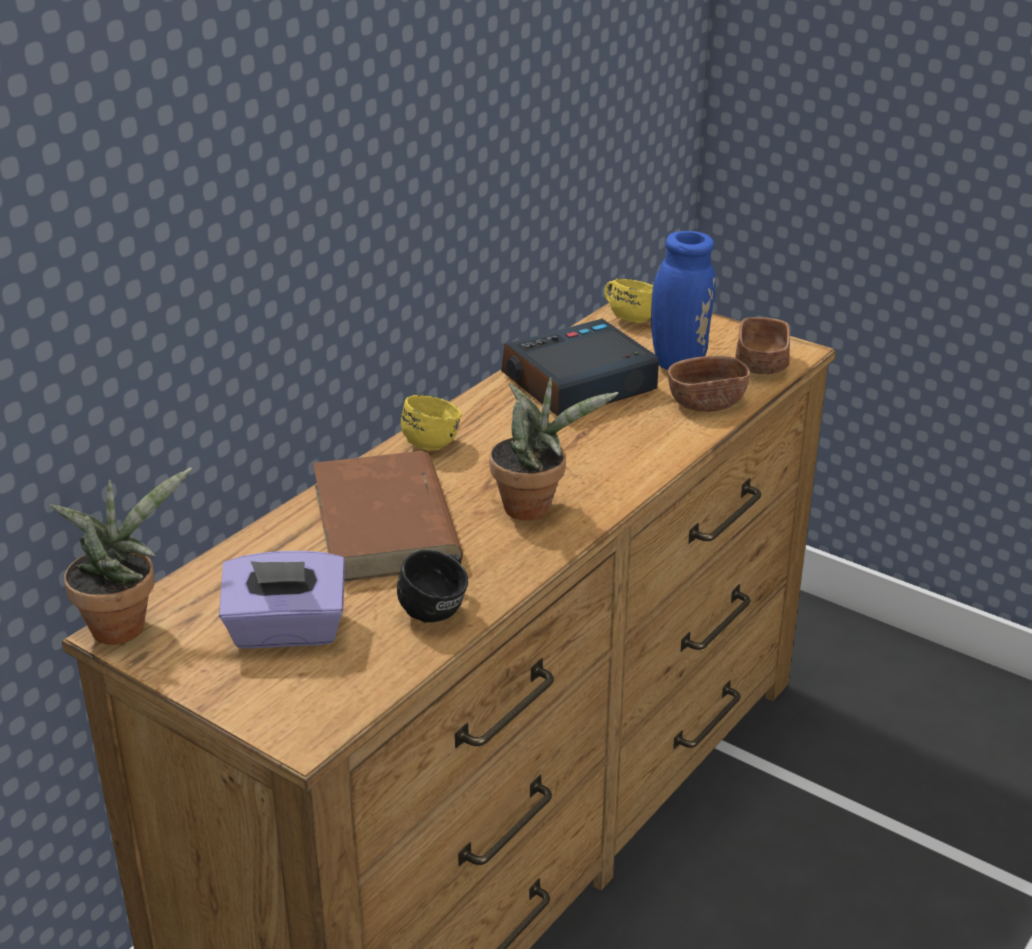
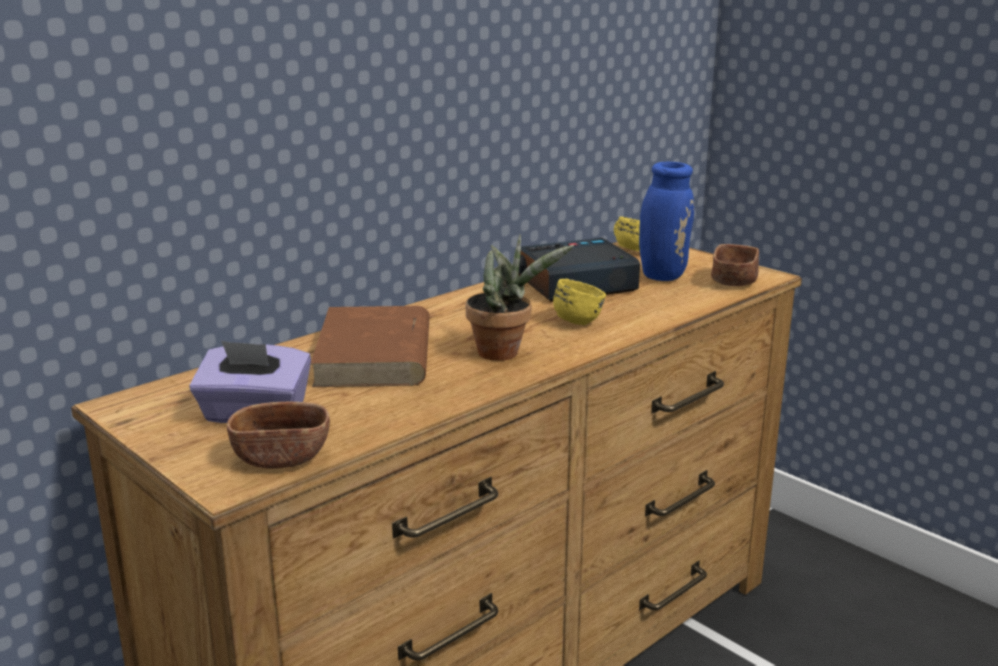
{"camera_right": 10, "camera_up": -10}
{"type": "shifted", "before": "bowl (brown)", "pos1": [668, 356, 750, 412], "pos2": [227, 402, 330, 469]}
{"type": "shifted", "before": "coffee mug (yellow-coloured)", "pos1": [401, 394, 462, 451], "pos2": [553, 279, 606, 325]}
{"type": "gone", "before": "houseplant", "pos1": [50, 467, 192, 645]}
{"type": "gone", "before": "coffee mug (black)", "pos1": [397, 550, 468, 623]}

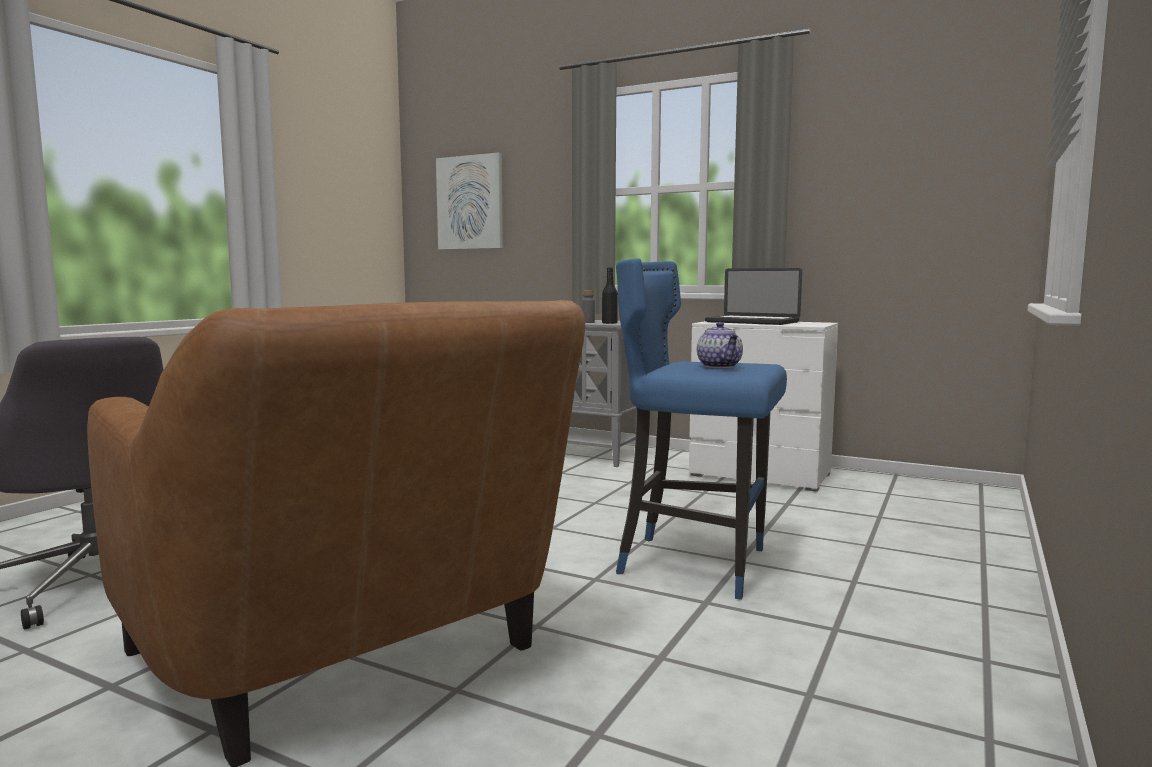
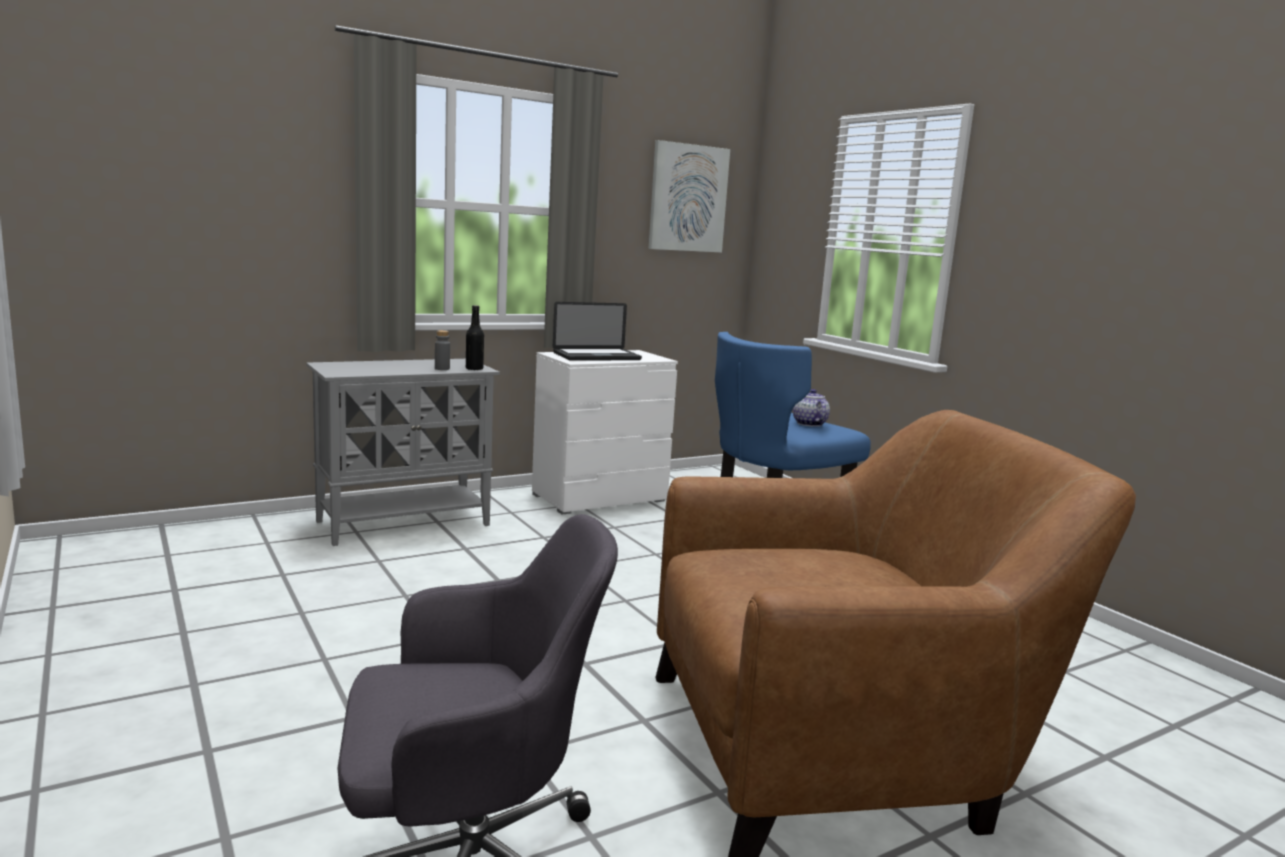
{"camera_right": -60, "camera_up": 5}
{"type": "shifted", "before": "wall art", "pos1": [436, 152, 503, 250], "pos2": [648, 140, 730, 253]}
{"type": "rotated", "before": "tea pot", "pos1": [697, 322, 743, 368], "pos2": [793, 389, 830, 427], "turn": -120}

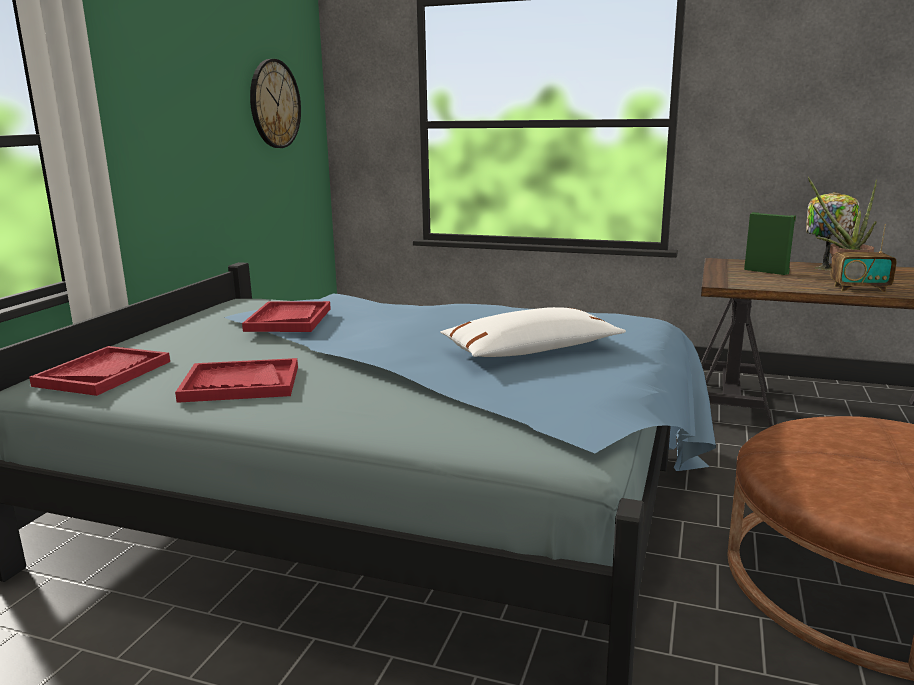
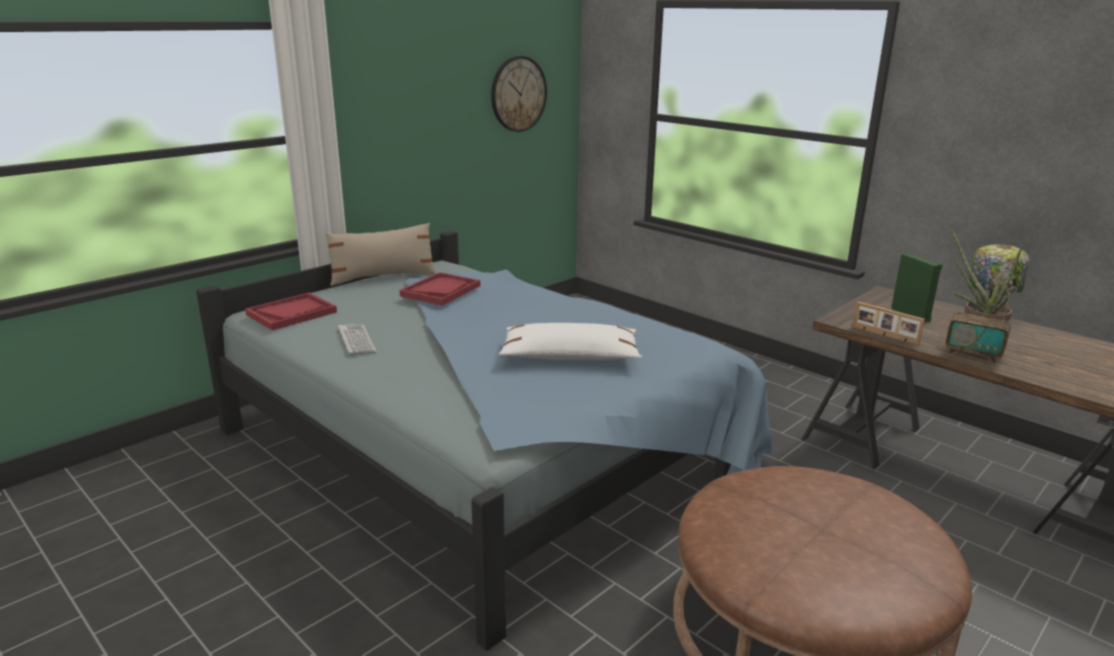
{"camera_right": 25, "camera_up": 5}
{"type": "swapped", "before": "serving tray (red)", "after": "computer keyboard", "pos1": [175, 358, 298, 403], "pos2": [338, 324, 377, 355]}
{"type": "new", "after": "pillow (beige)", "pos2": [325, 223, 436, 286]}
{"type": "new", "after": "photo frame", "pos2": [852, 301, 925, 345]}

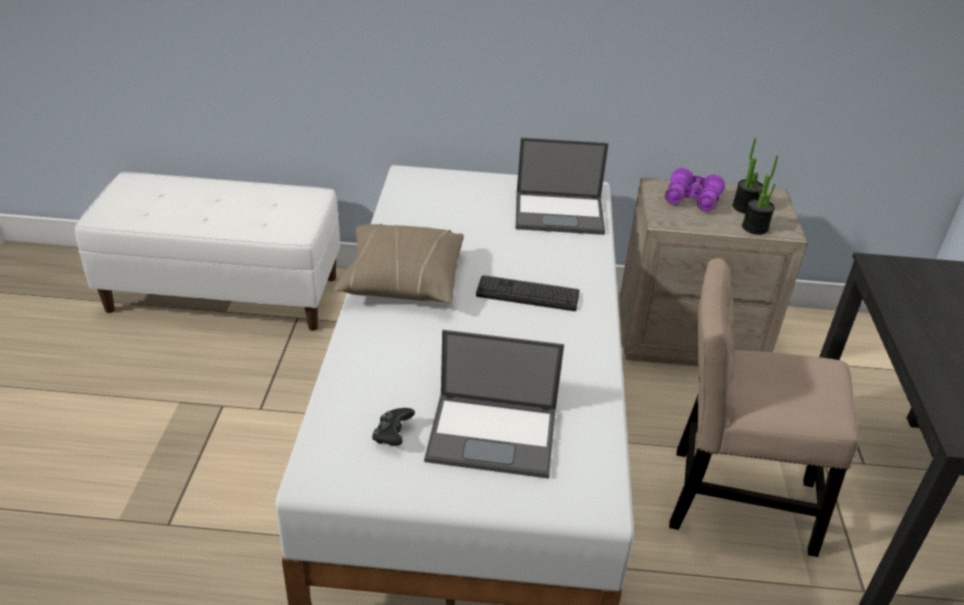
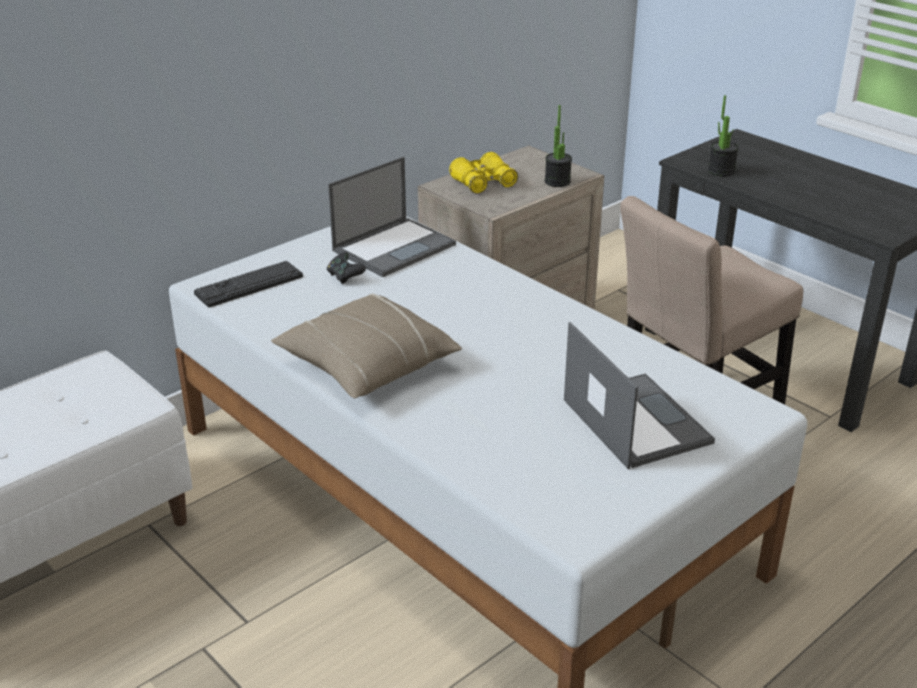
{"camera_right": -45, "camera_up": -5}
{"type": "shifted", "before": "houseplant", "pos1": [733, 138, 763, 213], "pos2": [708, 95, 739, 177]}
{"type": "repainted", "before": "field glasses (purple-coloured)", "after": "field glasses (yellow-coloured)", "pos1": [665, 168, 725, 212], "pos2": [449, 152, 518, 194]}
{"type": "shifted", "before": "computer keyboard", "pos1": [476, 275, 580, 311], "pos2": [194, 261, 303, 307]}
{"type": "rotated", "before": "notebook computer", "pos1": [424, 330, 564, 479], "pos2": [564, 322, 715, 469], "turn": -75}
{"type": "shifted", "before": "gamepad (black)", "pos1": [372, 408, 415, 446], "pos2": [327, 252, 366, 284]}

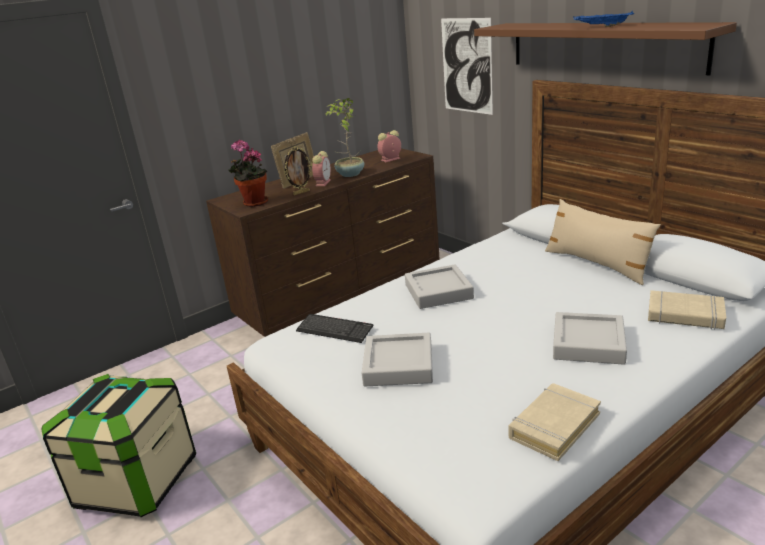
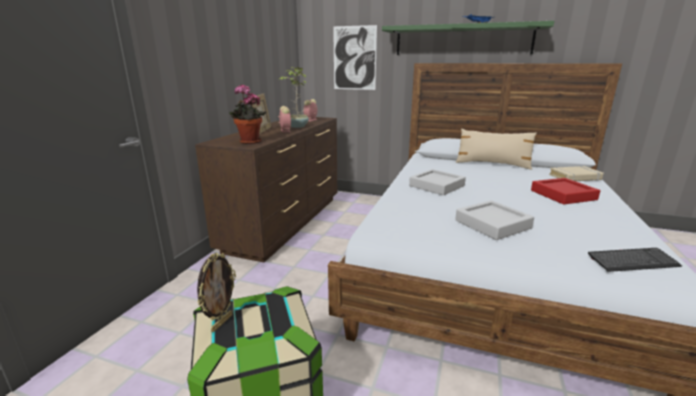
{"camera_right": -35, "camera_up": -5}
{"type": "repainted", "before": "shelf (brown)", "after": "shelf (greenish)", "pos1": [474, 22, 737, 76], "pos2": [382, 21, 554, 55]}
{"type": "shifted", "before": "photo frame", "pos1": [284, 146, 312, 195], "pos2": [197, 253, 236, 332]}
{"type": "repainted", "before": "serving tray (gray)", "after": "serving tray (red)", "pos1": [553, 312, 627, 365], "pos2": [531, 178, 600, 205]}
{"type": "shifted", "before": "computer keyboard", "pos1": [296, 314, 373, 343], "pos2": [588, 248, 682, 272]}
{"type": "gone", "before": "bound book (beige)", "pos1": [508, 383, 601, 461]}

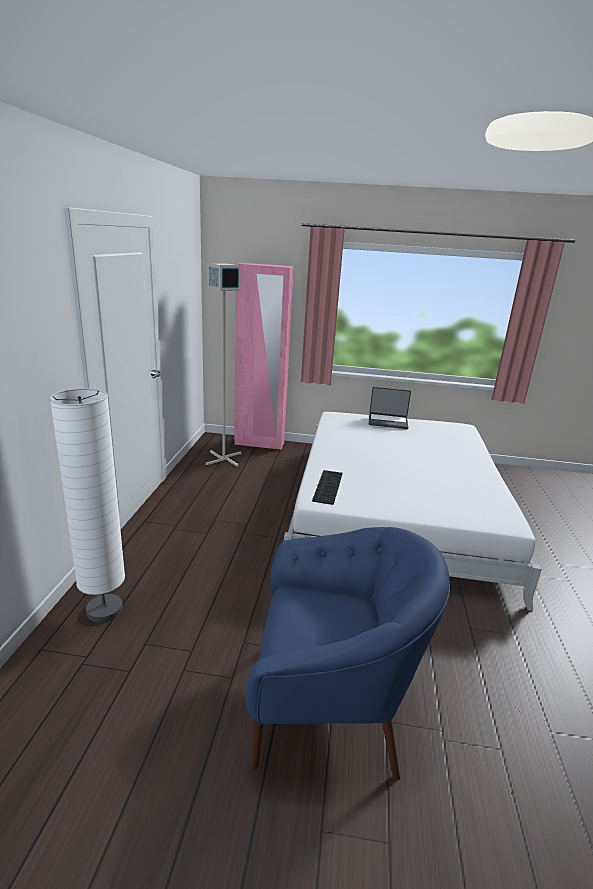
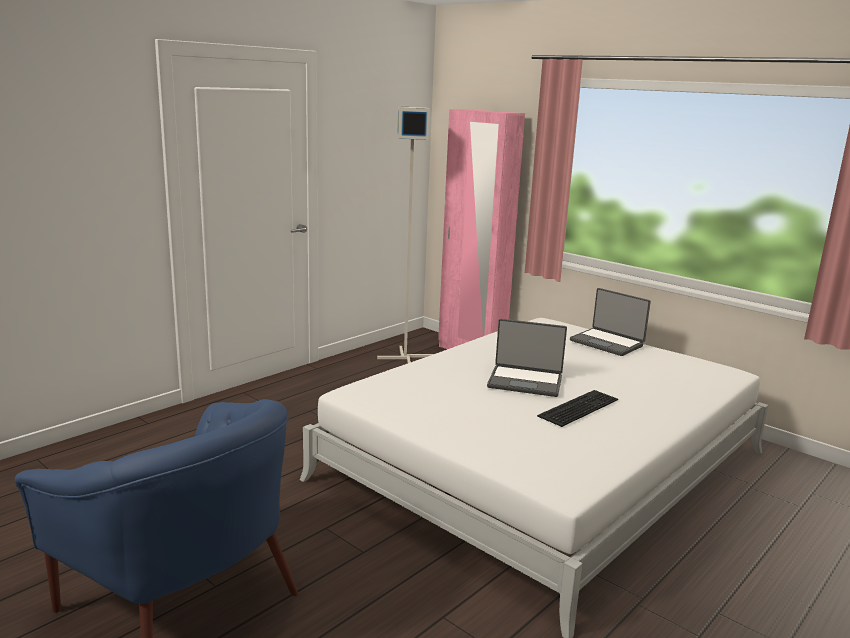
{"camera_right": 35, "camera_up": -5}
{"type": "gone", "before": "standing lamp (whitish)", "pos1": [49, 388, 125, 622]}
{"type": "shifted", "before": "computer keyboard", "pos1": [312, 470, 343, 505], "pos2": [537, 390, 618, 427]}
{"type": "new", "after": "notebook computer", "pos2": [487, 319, 567, 397]}

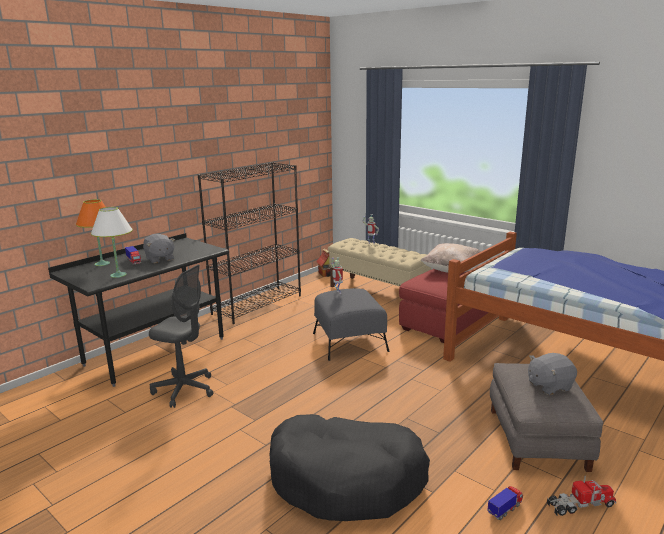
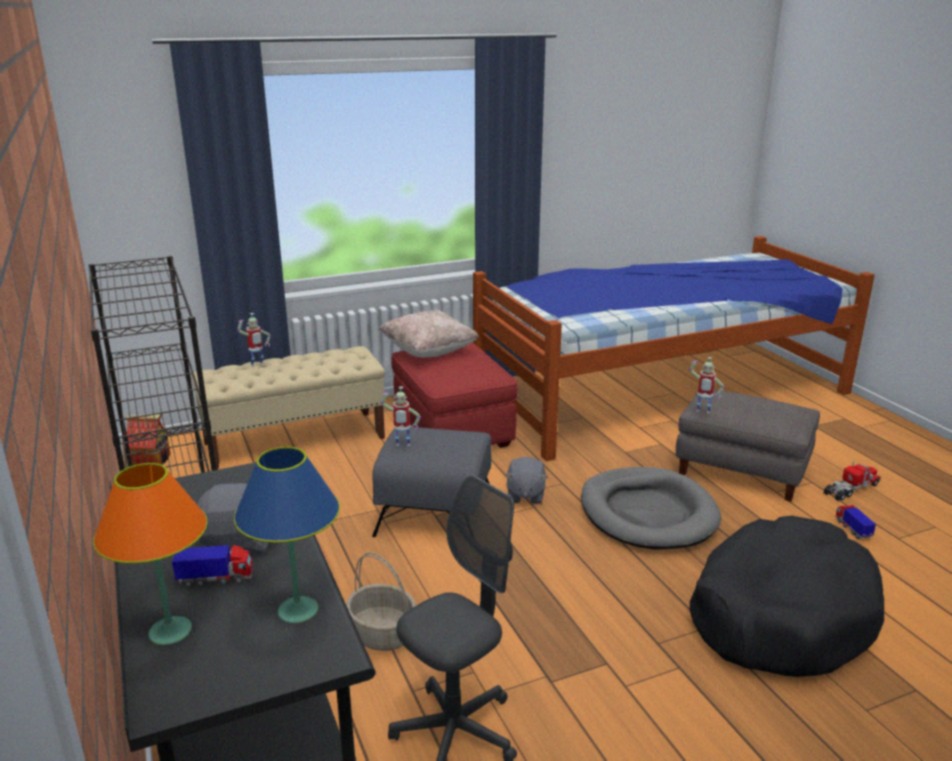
{"camera_right": -65, "camera_up": 5}
{"type": "repainted", "before": "tabletop lamp (whitish)", "after": "tabletop lamp (blue-coloured)", "pos1": [91, 207, 133, 278], "pos2": [234, 447, 340, 623]}
{"type": "shifted", "before": "soft toy (gray)", "pos1": [528, 353, 577, 395], "pos2": [504, 457, 548, 504]}
{"type": "rotated", "before": "toy truck", "pos1": [547, 476, 617, 516], "pos2": [824, 460, 881, 501], "turn": 45}
{"type": "new", "after": "robot figure", "pos2": [689, 357, 725, 413]}
{"type": "new", "after": "dog cushion (gray)", "pos2": [581, 467, 721, 550]}
{"type": "new", "after": "storage basket", "pos2": [346, 552, 416, 651]}

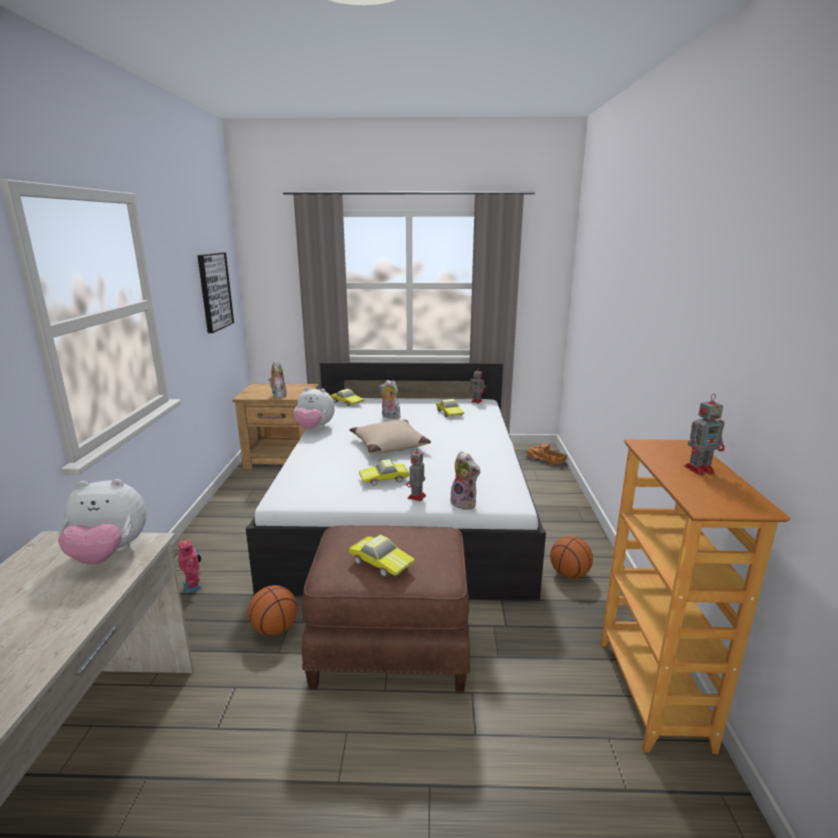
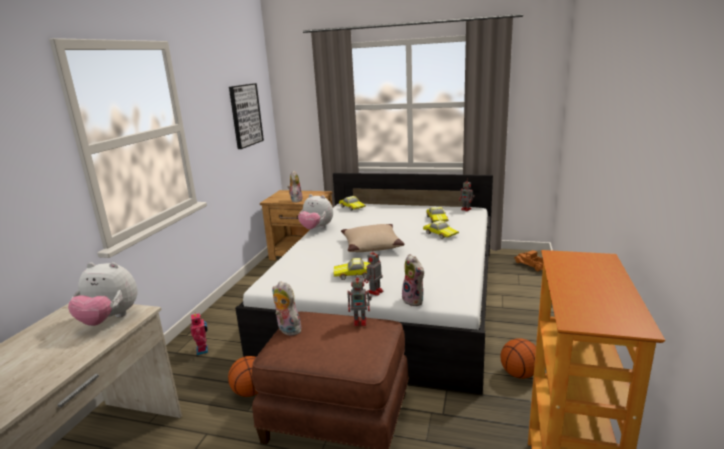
{"camera_right": 15, "camera_up": 0}
{"type": "shifted", "before": "soft toy", "pos1": [379, 380, 401, 420], "pos2": [272, 281, 301, 336]}
{"type": "shifted", "before": "robot figure", "pos1": [684, 394, 725, 475], "pos2": [347, 274, 372, 326]}
{"type": "shifted", "before": "toy car", "pos1": [349, 535, 415, 577], "pos2": [423, 220, 459, 239]}

